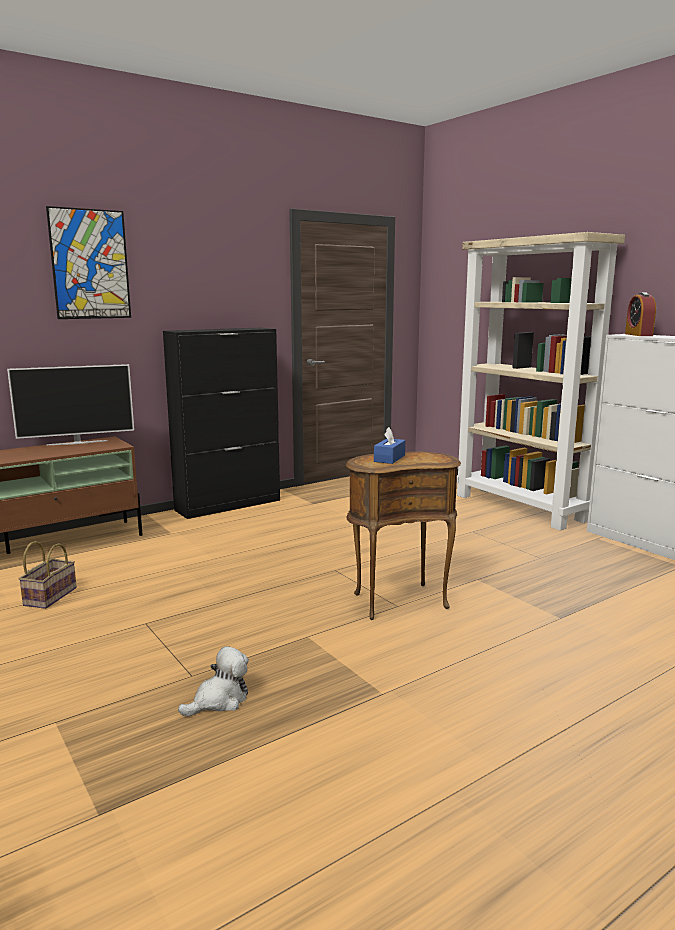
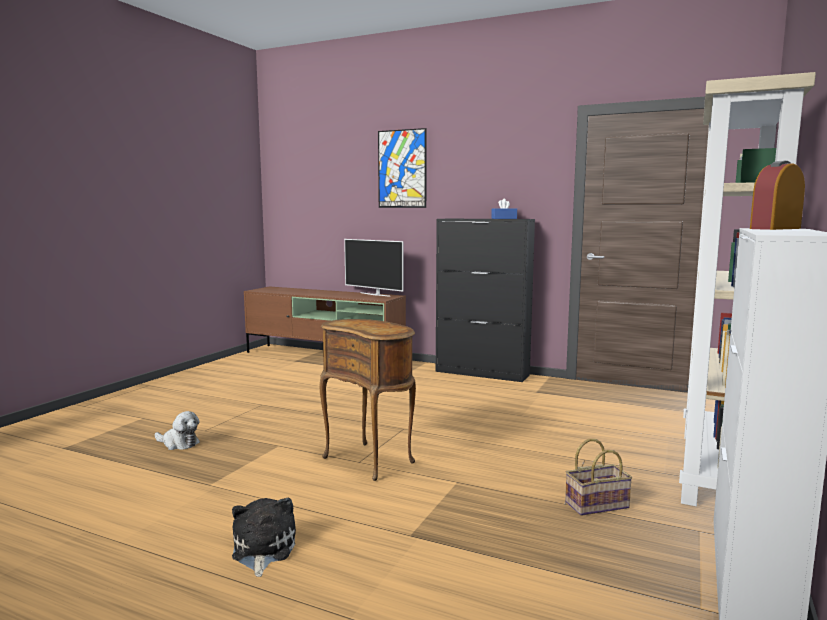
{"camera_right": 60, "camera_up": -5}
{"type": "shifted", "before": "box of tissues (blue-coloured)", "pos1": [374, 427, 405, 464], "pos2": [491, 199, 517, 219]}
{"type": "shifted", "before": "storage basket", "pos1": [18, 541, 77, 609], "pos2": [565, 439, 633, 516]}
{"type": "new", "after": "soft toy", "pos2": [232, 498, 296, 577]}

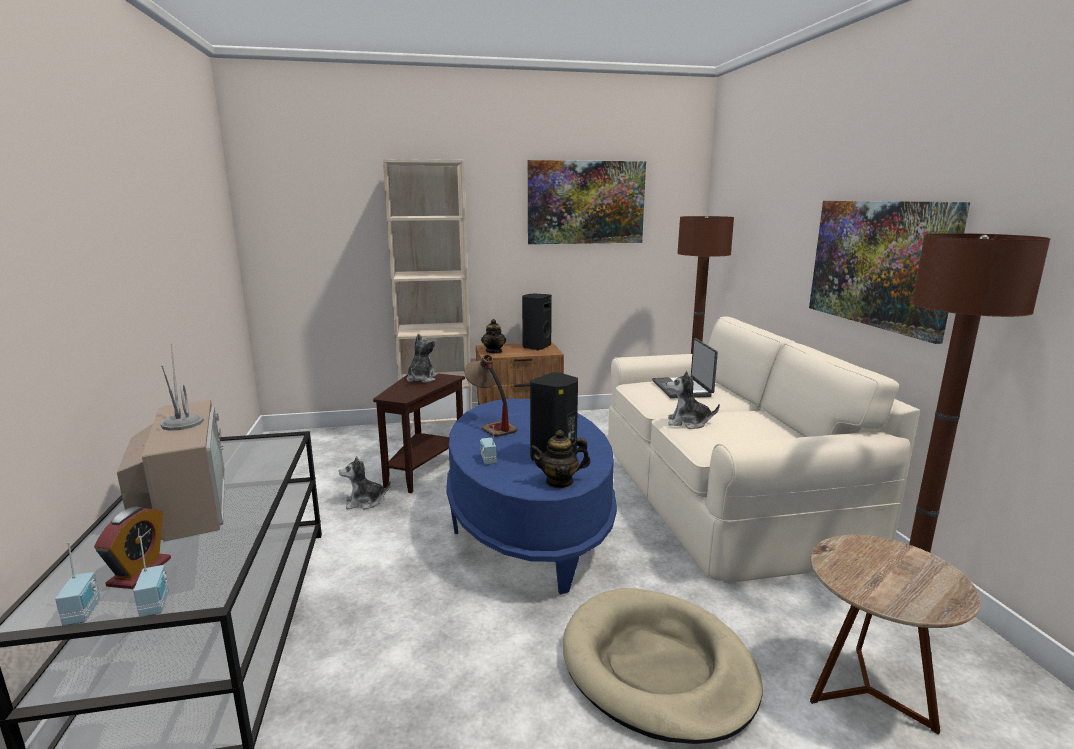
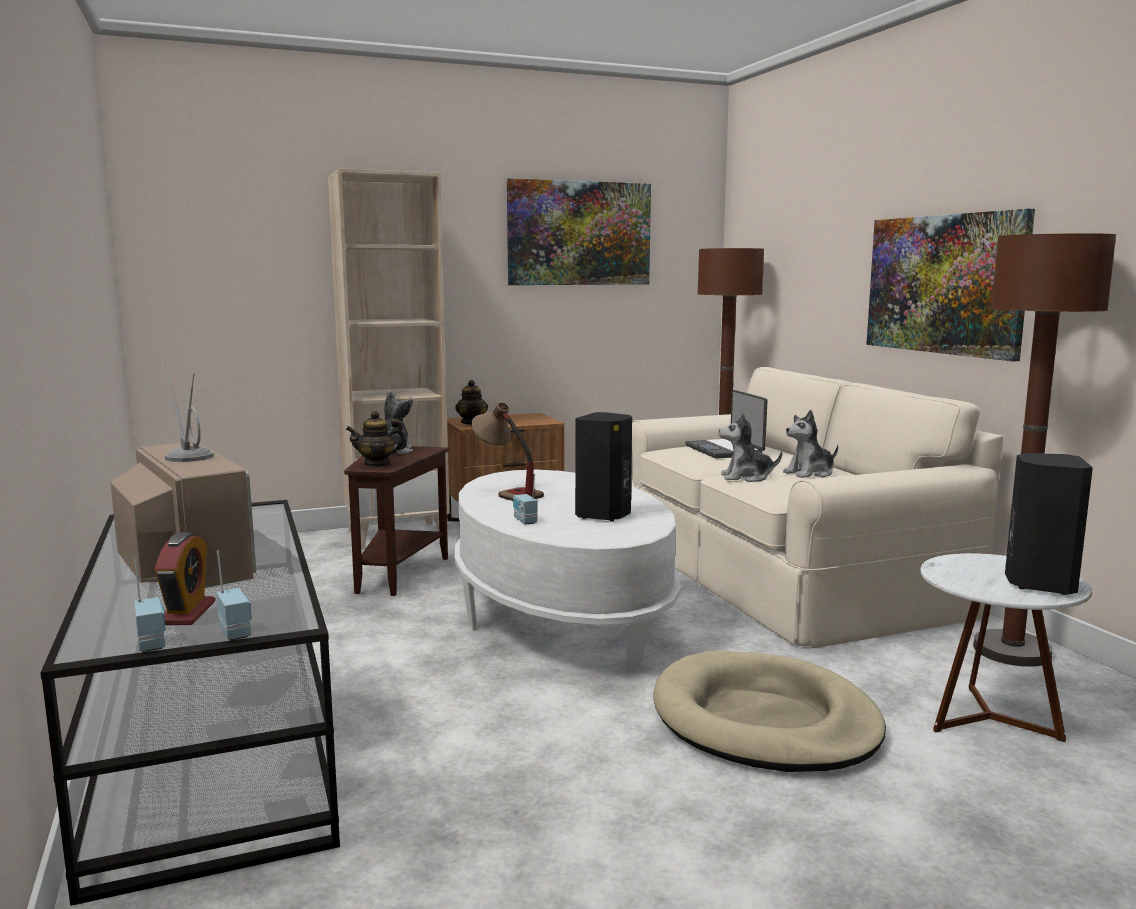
{"camera_right": -10, "camera_up": -5}
{"type": "shifted", "before": "audio speaker (black)", "pos1": [522, 294, 552, 351], "pos2": [1005, 453, 1093, 595]}
{"type": "repainted", "before": "low table (blue-coloured)", "after": "low table (whitish)", "pos1": [446, 399, 617, 595], "pos2": [455, 470, 681, 671]}
{"type": "shifted", "before": "tea pot", "pos1": [530, 430, 591, 489], "pos2": [346, 411, 407, 467]}
{"type": "shifted", "before": "soft toy", "pos1": [339, 456, 391, 510], "pos2": [783, 410, 838, 478]}
{"type": "repainted", "before": "end table (brown)", "after": "end table (whitish)", "pos1": [810, 535, 980, 735], "pos2": [920, 553, 1092, 742]}

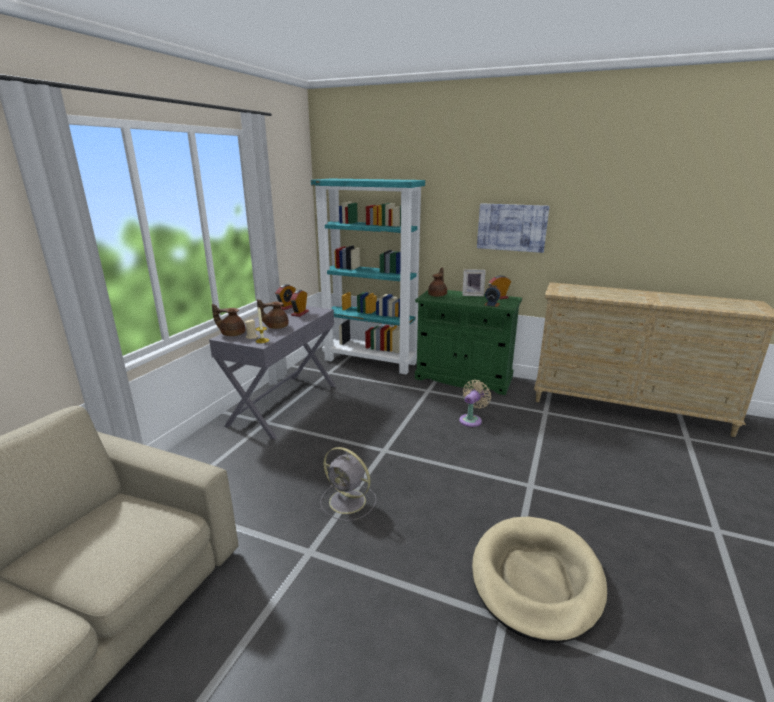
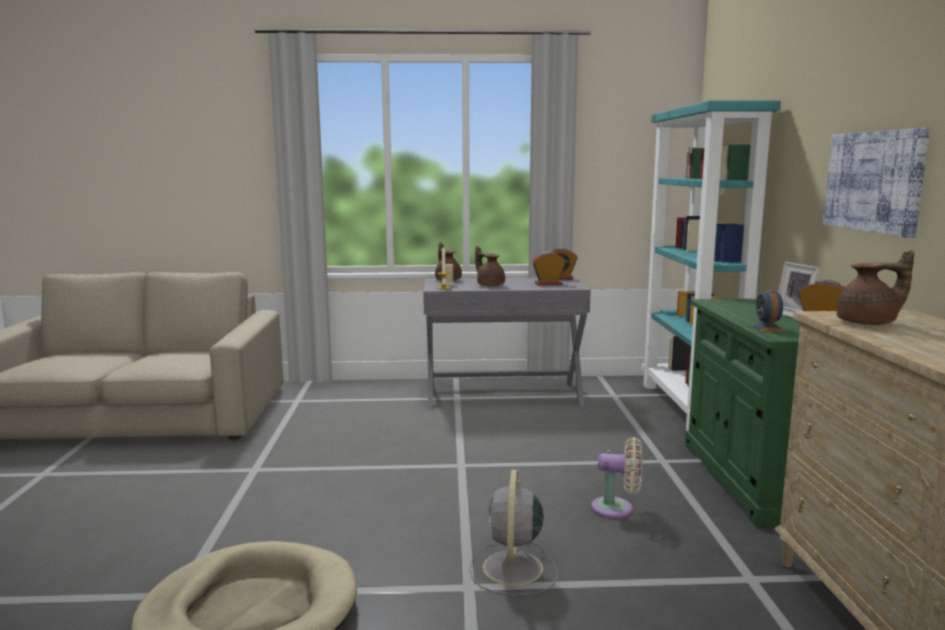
{"camera_right": 65, "camera_up": -10}
{"type": "shifted", "before": "tea pot (brown)", "pos1": [428, 267, 447, 297], "pos2": [837, 250, 914, 325]}
{"type": "shifted", "before": "cooling fan (gray)", "pos1": [320, 447, 376, 521], "pos2": [470, 469, 557, 595]}

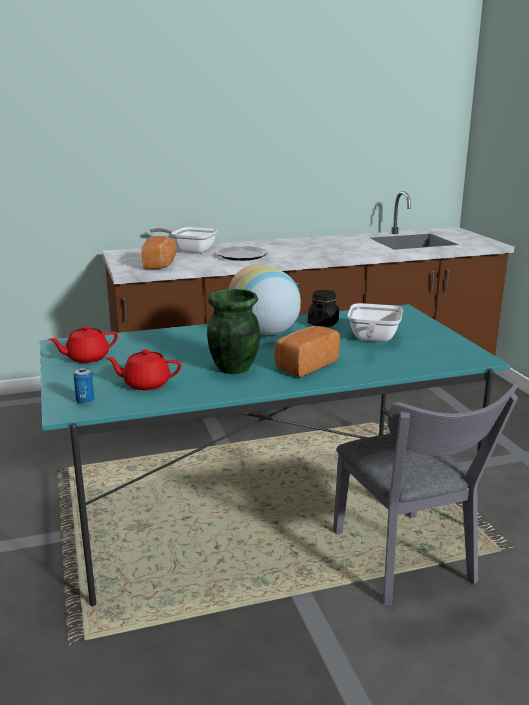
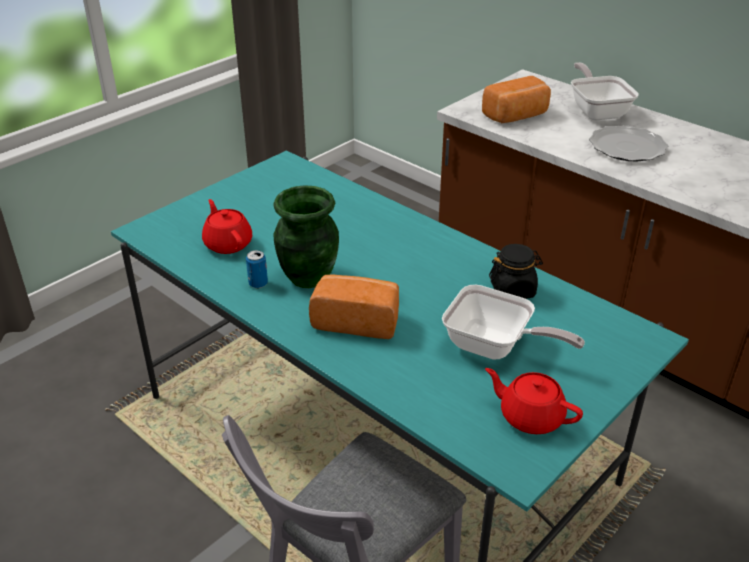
{"camera_right": 60, "camera_up": 15}
{"type": "gone", "before": "vase", "pos1": [228, 265, 301, 335]}
{"type": "rotated", "before": "frying pan", "pos1": [348, 303, 403, 342], "pos2": [442, 285, 585, 360], "turn": -135}
{"type": "shifted", "before": "tea pot (red)", "pos1": [48, 326, 118, 363], "pos2": [485, 368, 583, 434]}
{"type": "shifted", "before": "can", "pos1": [74, 368, 95, 404], "pos2": [246, 250, 268, 288]}

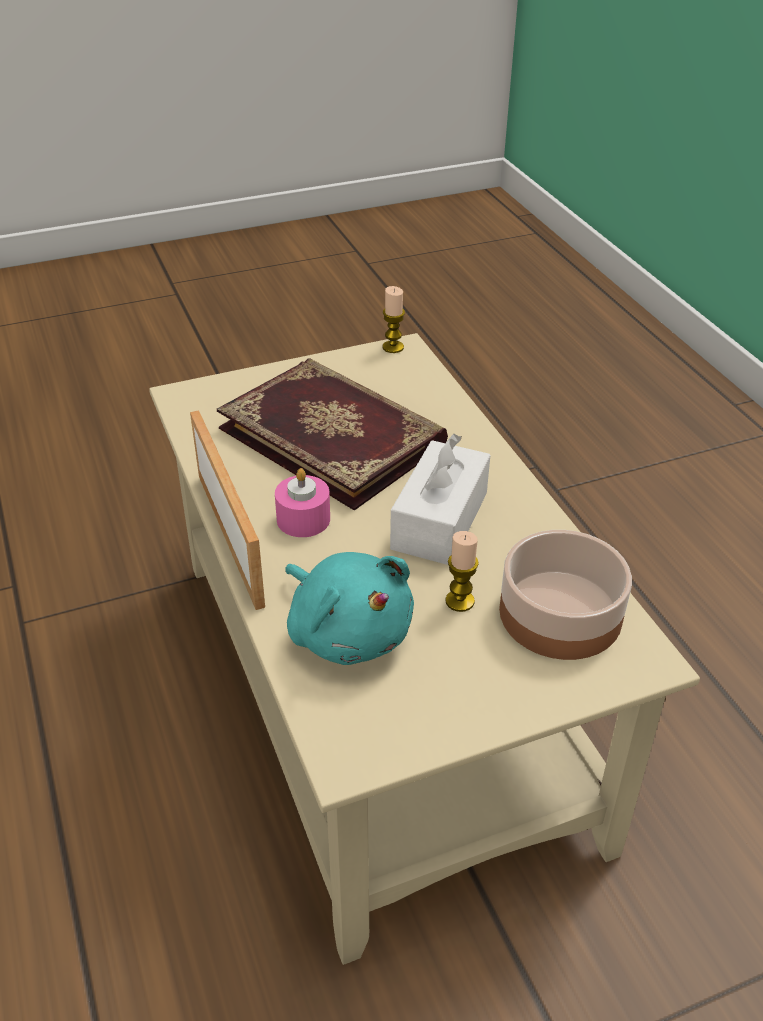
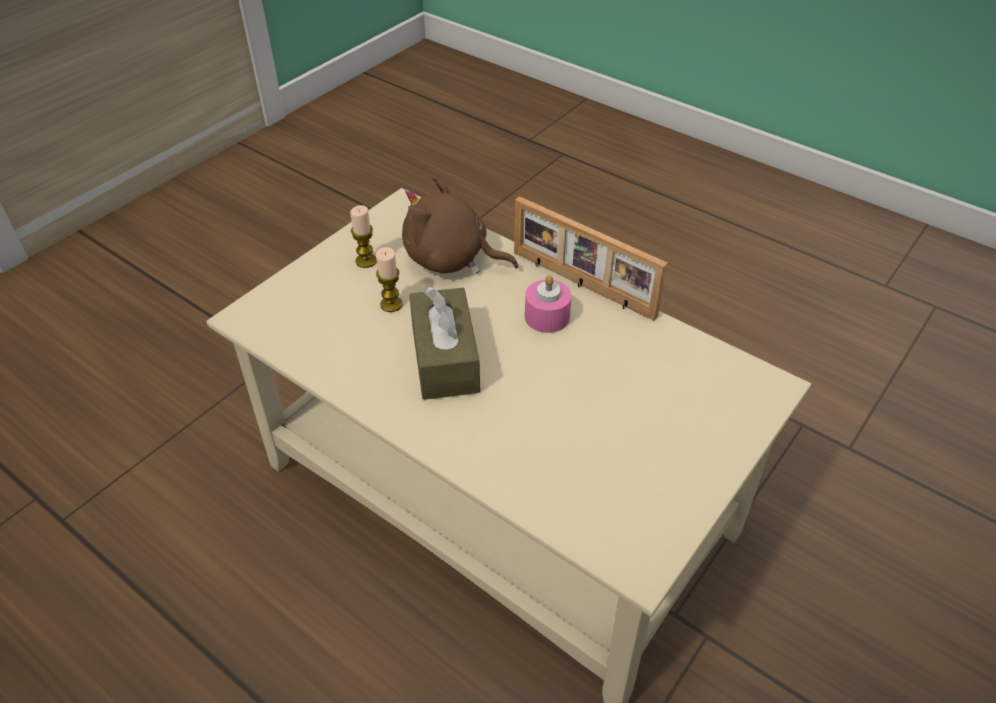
{"camera_right": 150, "camera_up": 5}
{"type": "shifted", "before": "wax light", "pos1": [382, 286, 405, 353], "pos2": [350, 205, 377, 268]}
{"type": "gone", "before": "bound book", "pos1": [217, 358, 448, 511]}
{"type": "repainted", "before": "box of tissues (whitish)", "after": "box of tissues (brown)", "pos1": [390, 434, 490, 565], "pos2": [409, 287, 480, 400]}
{"type": "gone", "before": "bowl", "pos1": [499, 530, 632, 660]}
{"type": "repainted", "before": "soft toy (turquoise)", "after": "soft toy (brown)", "pos1": [285, 552, 414, 665], "pos2": [402, 175, 518, 274]}

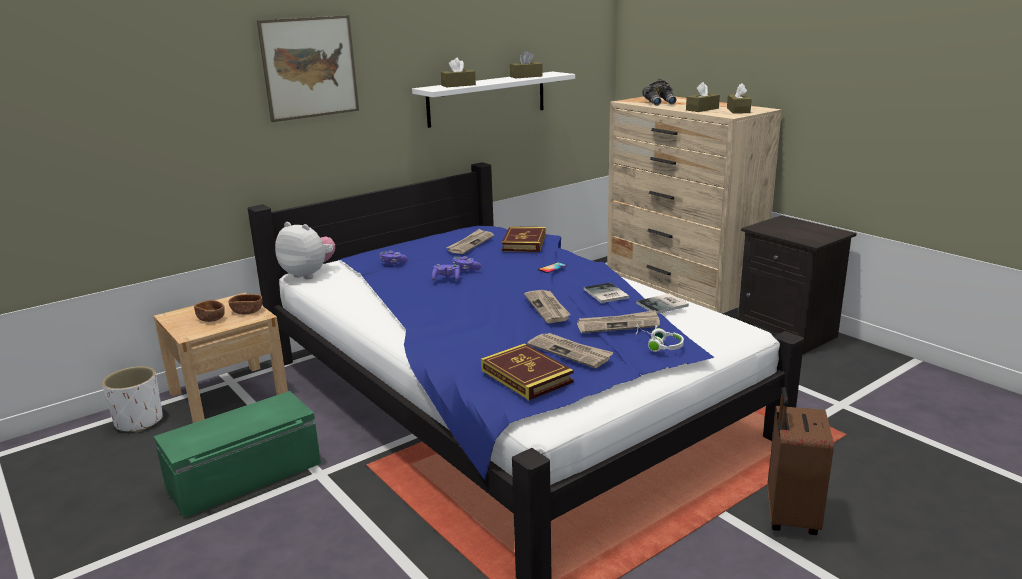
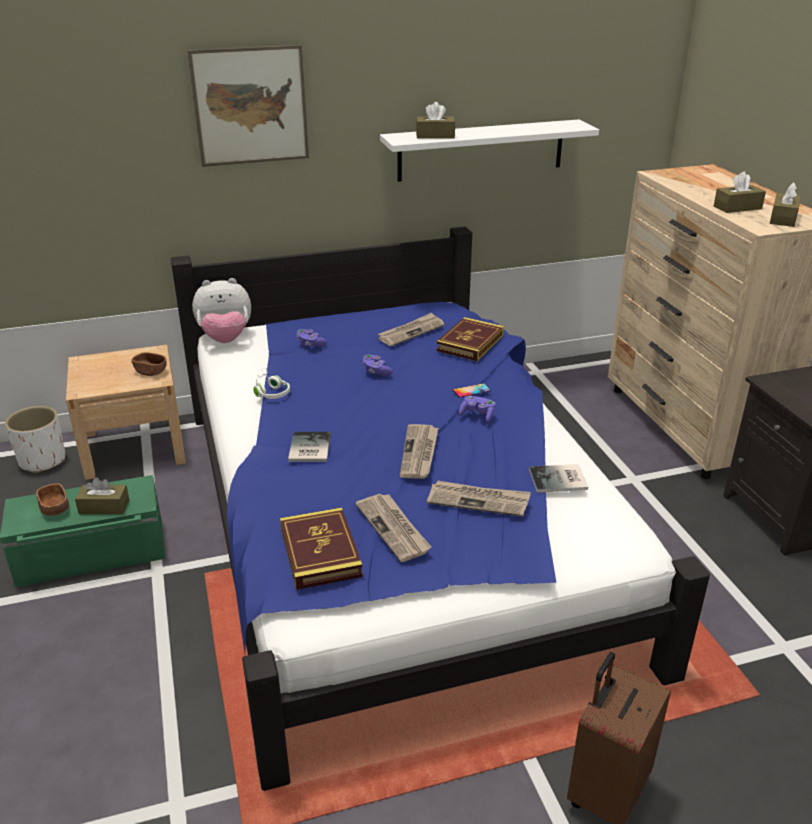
{"camera_right": 20, "camera_up": 10}
{"type": "shifted", "before": "box of tissues (brown)", "pos1": [510, 51, 543, 78], "pos2": [75, 477, 129, 514]}
{"type": "gone", "before": "field glasses (gray)", "pos1": [642, 79, 676, 106]}
{"type": "rotated", "before": "soft toy", "pos1": [275, 222, 335, 279], "pos2": [192, 278, 251, 343], "turn": 120}
{"type": "shifted", "before": "gamepad (purple-coloured)", "pos1": [432, 264, 460, 281], "pos2": [458, 396, 496, 423]}
{"type": "shifted", "before": "bound book", "pos1": [584, 282, 630, 303], "pos2": [288, 432, 331, 462]}
{"type": "shifted", "before": "bowl (brown)", "pos1": [194, 300, 225, 322], "pos2": [36, 483, 69, 516]}
{"type": "shifted", "before": "headset (whitish)", "pos1": [635, 324, 684, 352], "pos2": [253, 368, 290, 399]}

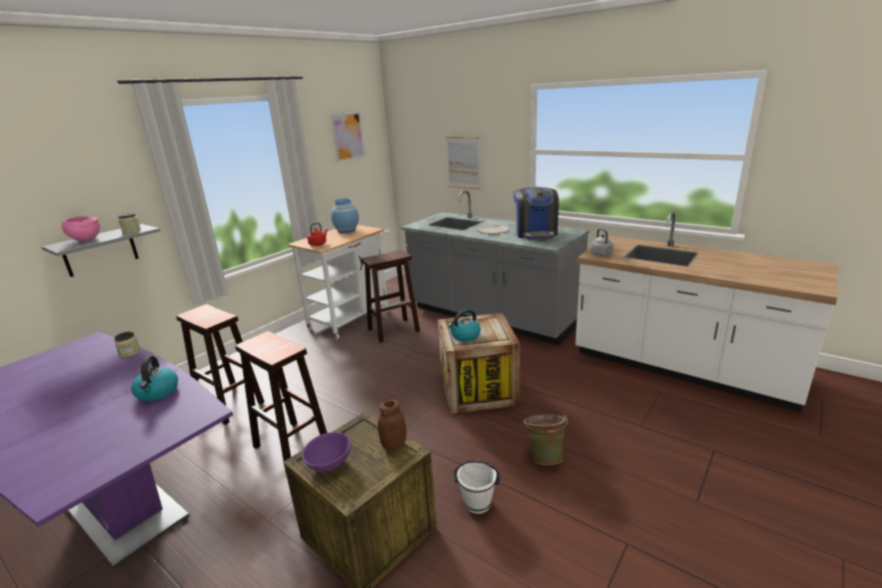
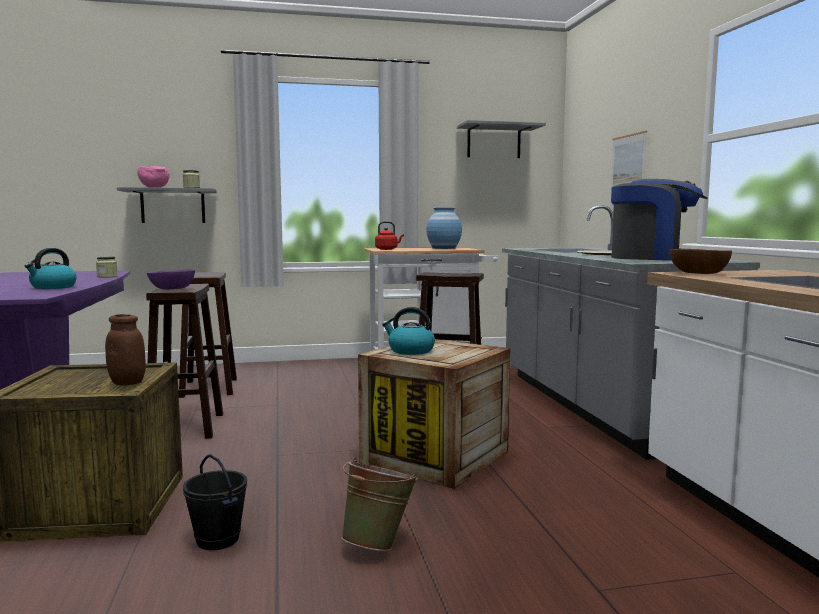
{"camera_right": 40, "camera_up": -15}
{"type": "swapped", "before": "wall art", "after": "shelf (gray)", "pos1": [331, 112, 365, 162], "pos2": [457, 120, 546, 158]}
{"type": "rotated", "before": "coffee machine", "pos1": [513, 187, 559, 240], "pos2": [611, 179, 708, 261], "turn": -105}
{"type": "swapped", "before": "tea kettle (gray)", "after": "bowl (brown)", "pos1": [591, 228, 614, 256], "pos2": [668, 249, 732, 274]}
{"type": "shifted", "before": "bowl (purple-coloured)", "pos1": [302, 432, 351, 472], "pos2": [147, 269, 195, 290]}
{"type": "repainted", "before": "water bucket (whitish)", "after": "water bucket (black)", "pos1": [454, 460, 500, 514], "pos2": [183, 454, 247, 550]}

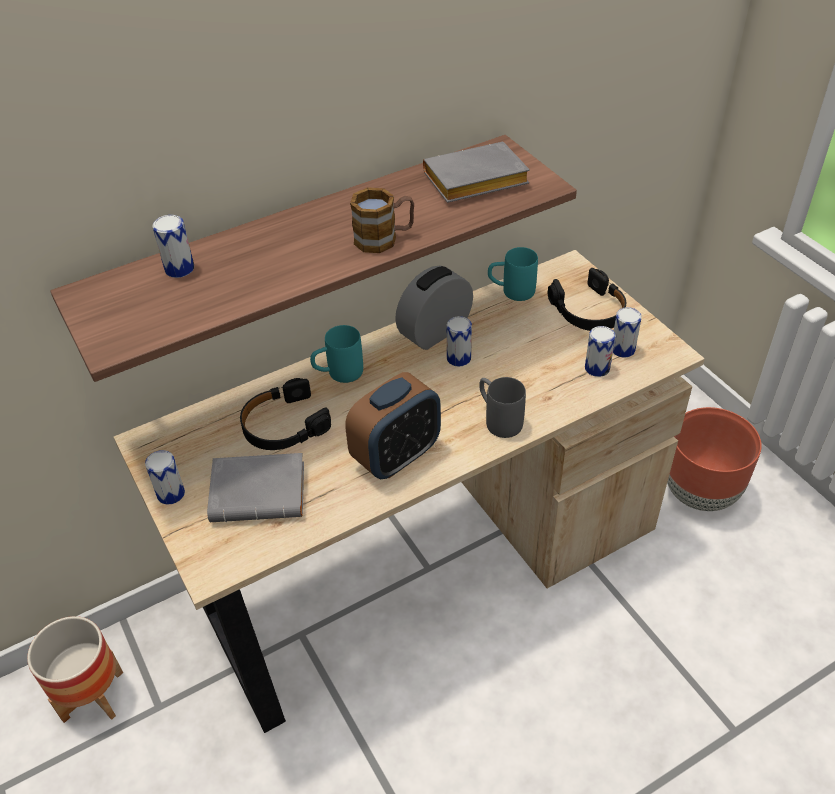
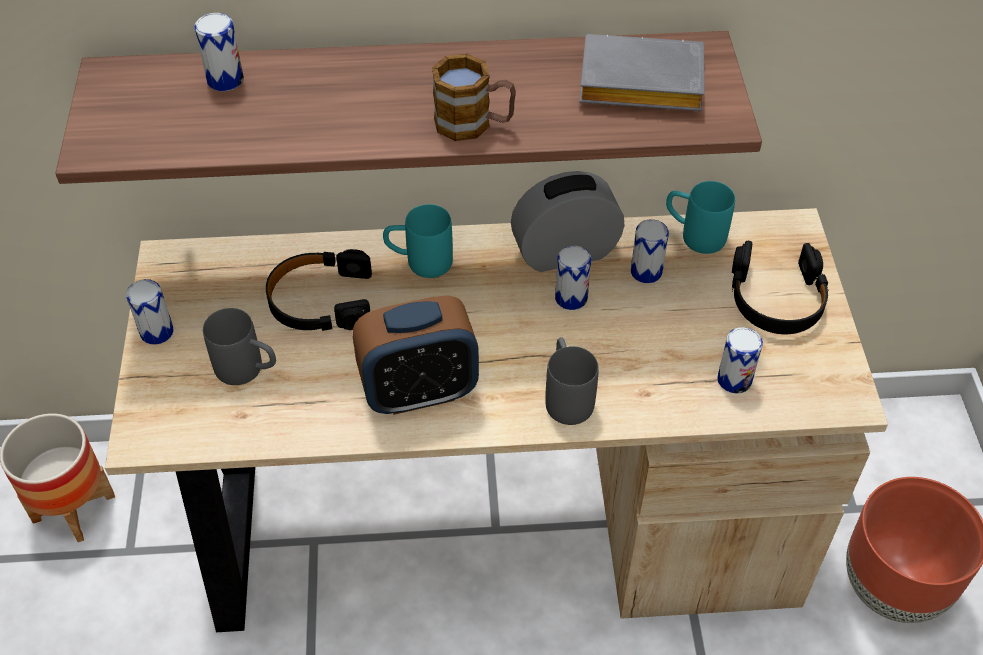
{"camera_right": 25, "camera_up": 5}
{"type": "shifted", "before": "can", "pos1": [613, 307, 642, 358], "pos2": [631, 219, 669, 283]}
{"type": "swapped", "before": "bound book (gray)", "after": "coffee mug (gray)", "pos1": [207, 453, 304, 522], "pos2": [203, 308, 276, 385]}

